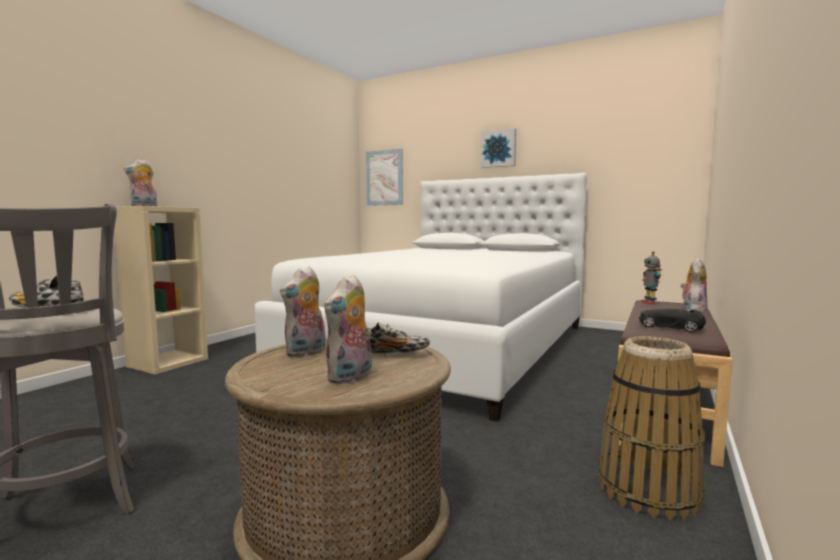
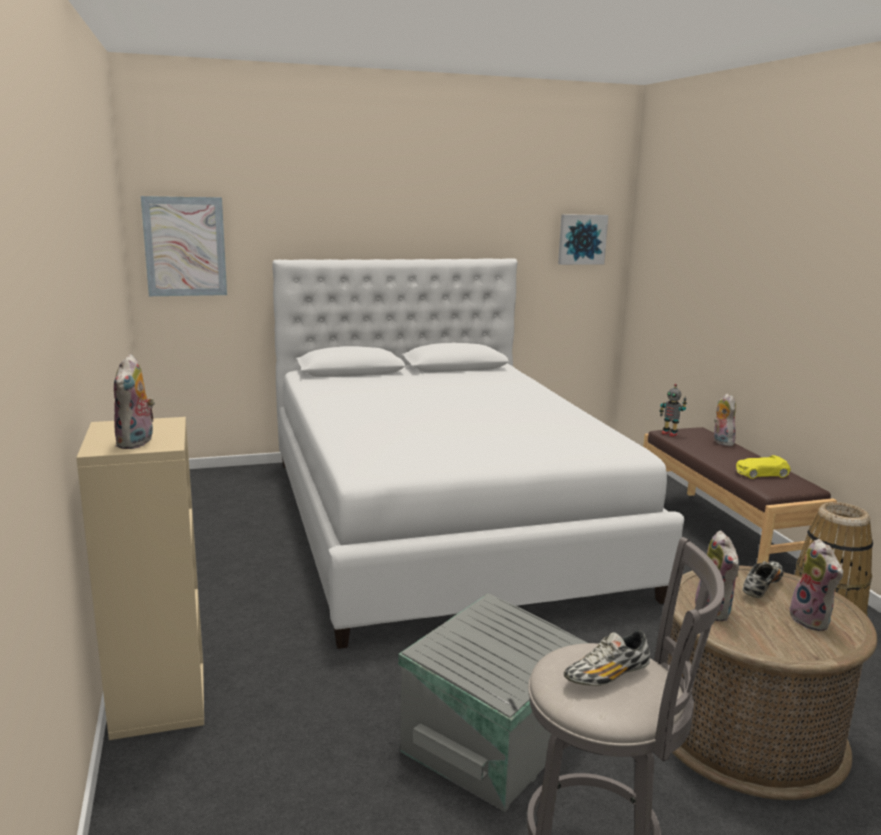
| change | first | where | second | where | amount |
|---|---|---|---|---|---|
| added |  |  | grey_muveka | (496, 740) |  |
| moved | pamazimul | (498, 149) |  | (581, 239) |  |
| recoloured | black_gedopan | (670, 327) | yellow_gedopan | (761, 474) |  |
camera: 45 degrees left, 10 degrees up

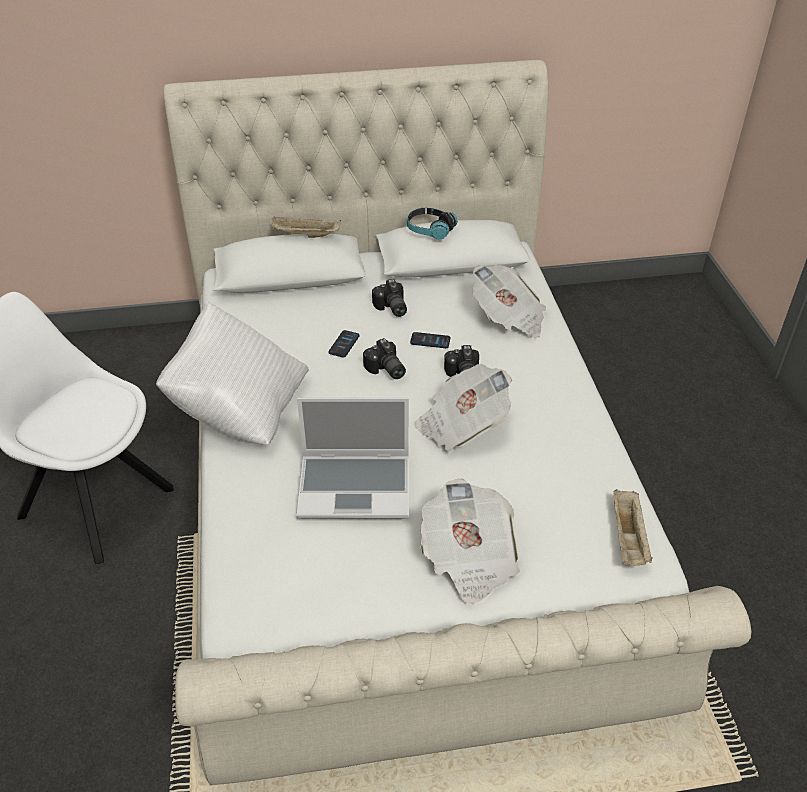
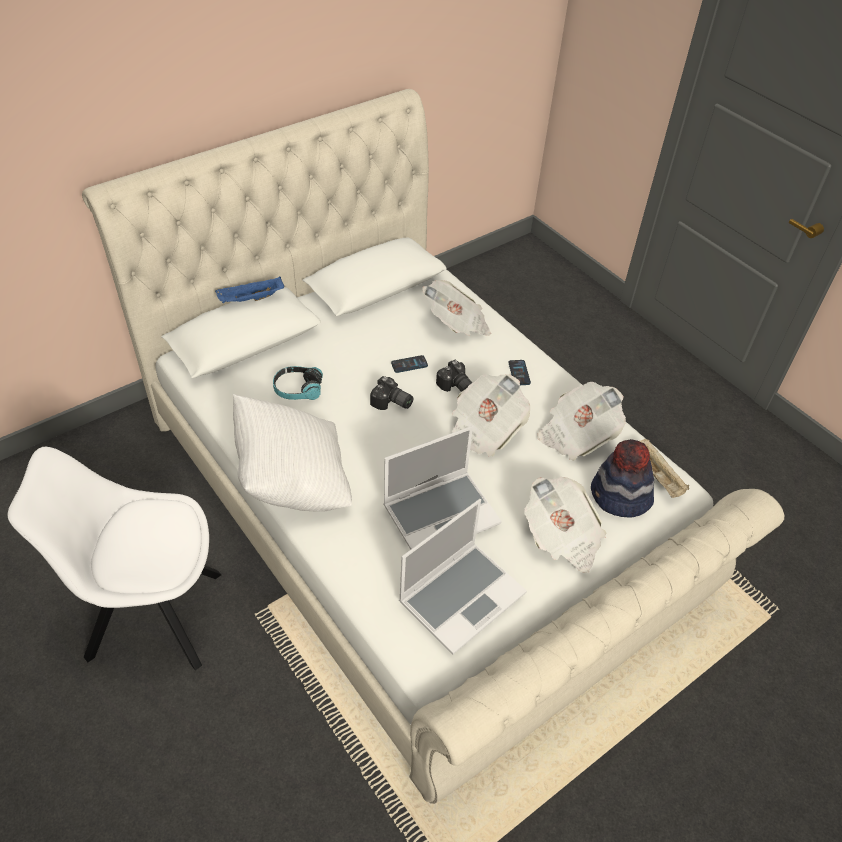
| change | first | where | second | where | amount |
|---|---|---|---|---|---|
| removed | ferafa | (391, 308) |  |  |  |
| added |  |  | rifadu | (462, 596) |  |
| added |  |  | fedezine | (576, 435) |  |
| added |  |  | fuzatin | (619, 497) |  |
| moved | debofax | (344, 344) |  | (519, 373) |  |
| moved | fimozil | (430, 230) |  | (298, 389) |  |
| recoloured | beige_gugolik | (305, 235) | blue_gugolik | (251, 299) |  |
camera: 30 degrees left, 5 degrees up

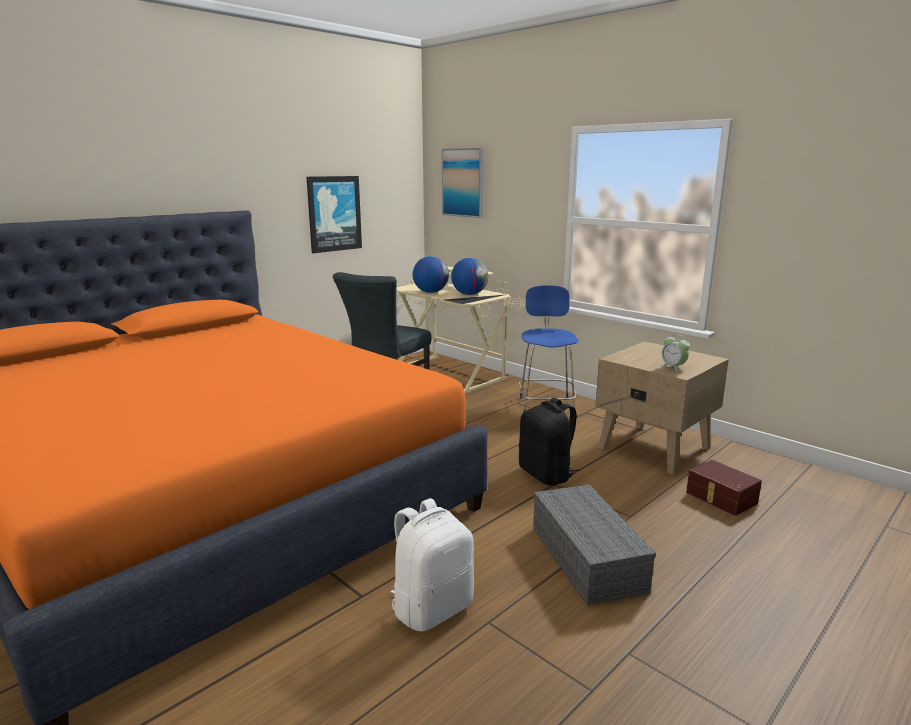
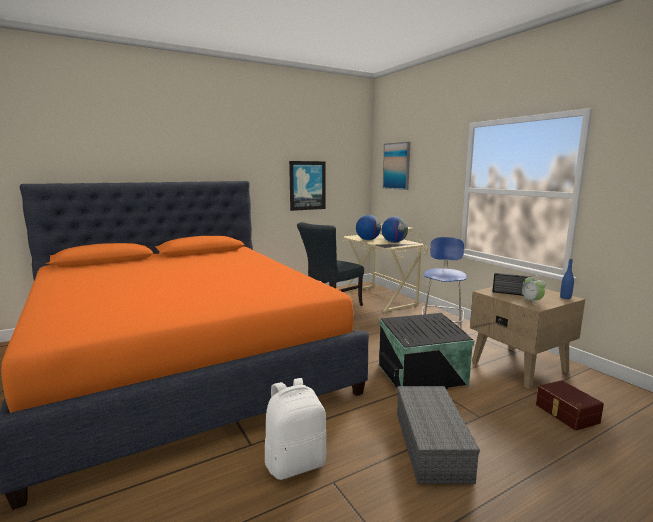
| change | first | where | second | where | amount |
|---|---|---|---|---|---|
| added |  |  | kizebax | (511, 293) |  |
| added |  |  | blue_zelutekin | (565, 297) |  |
| replaced | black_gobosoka | (546, 475) | black_muveka | (423, 376) |  |
camera: 15 degrees right, 5 degrees down

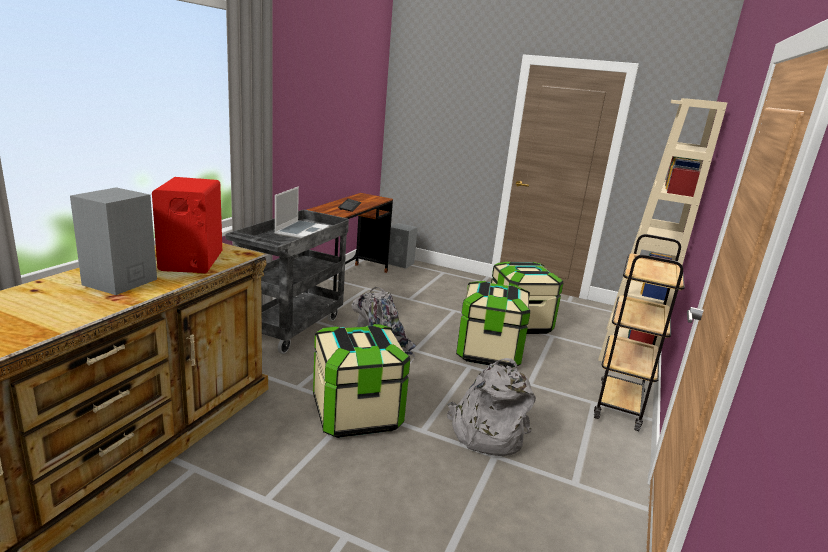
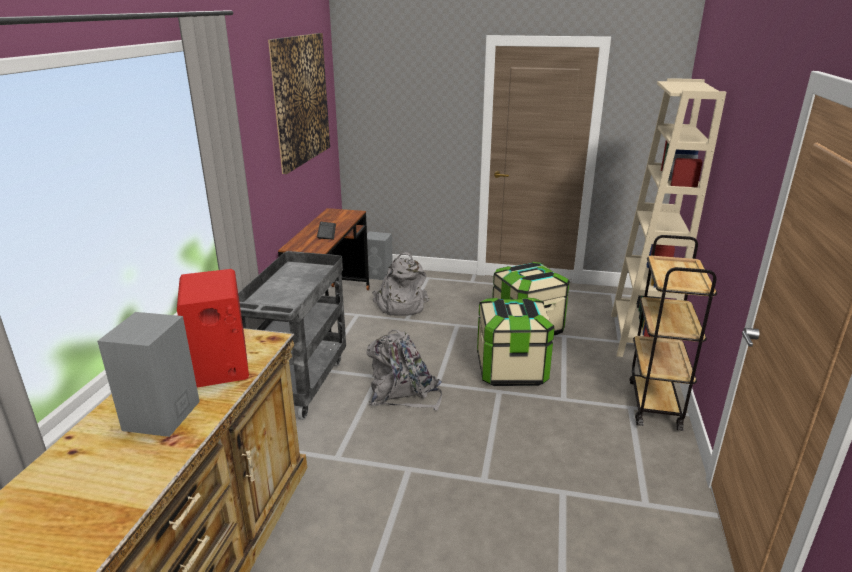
| change | first | where | second | where | amount |
|---|---|---|---|---|---|
| removed | rifadu | (301, 231) |  |  |  |
| removed | muveka | (356, 414) |  |  |  |
| added |  |  | pamazimul | (300, 100) |  |
| moved | grey_gobosoka | (486, 433) |  | (400, 306) |  |
camera: 10 degrees left, 5 degrees up

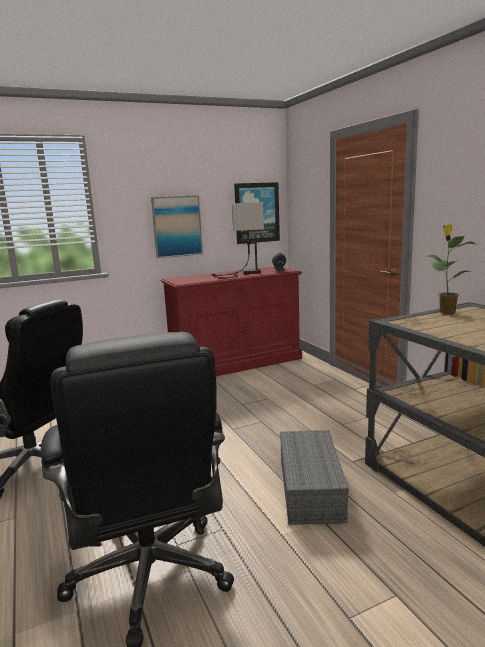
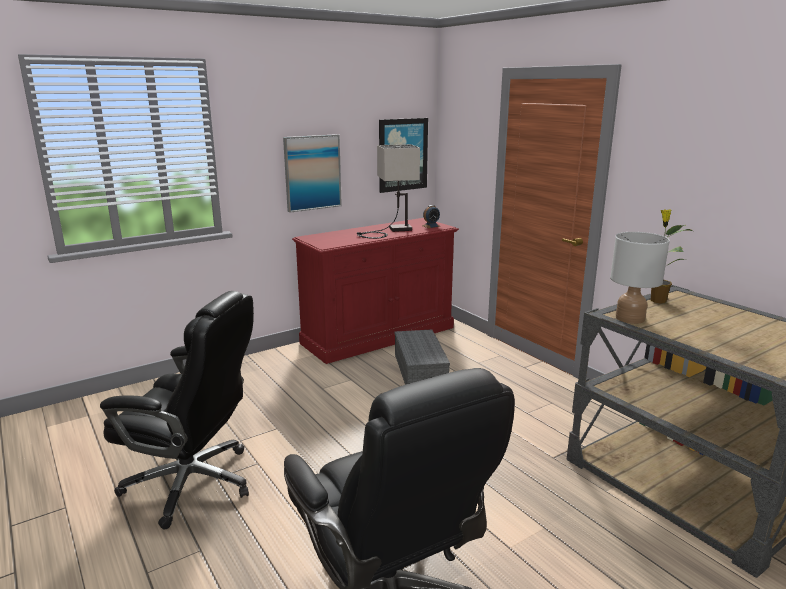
| change | first | where | second | where | amount |
|---|---|---|---|---|---|
| added |  |  | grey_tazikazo | (630, 318) |  |
| moved | grey_muveka | (312, 489) |  | (421, 371) |  |
camera: 10 degrees left, 5 degrees up

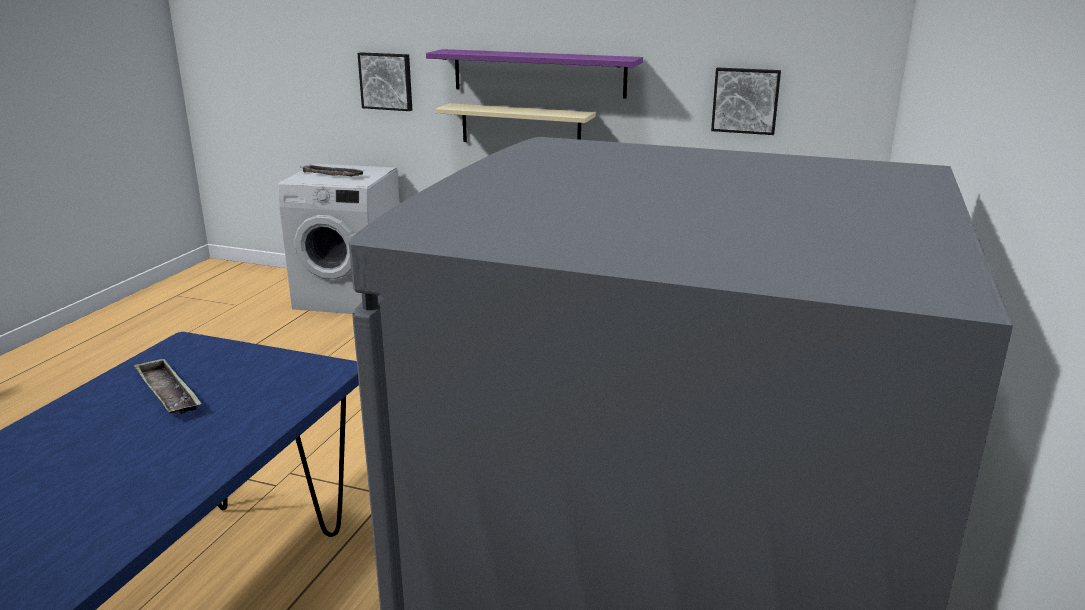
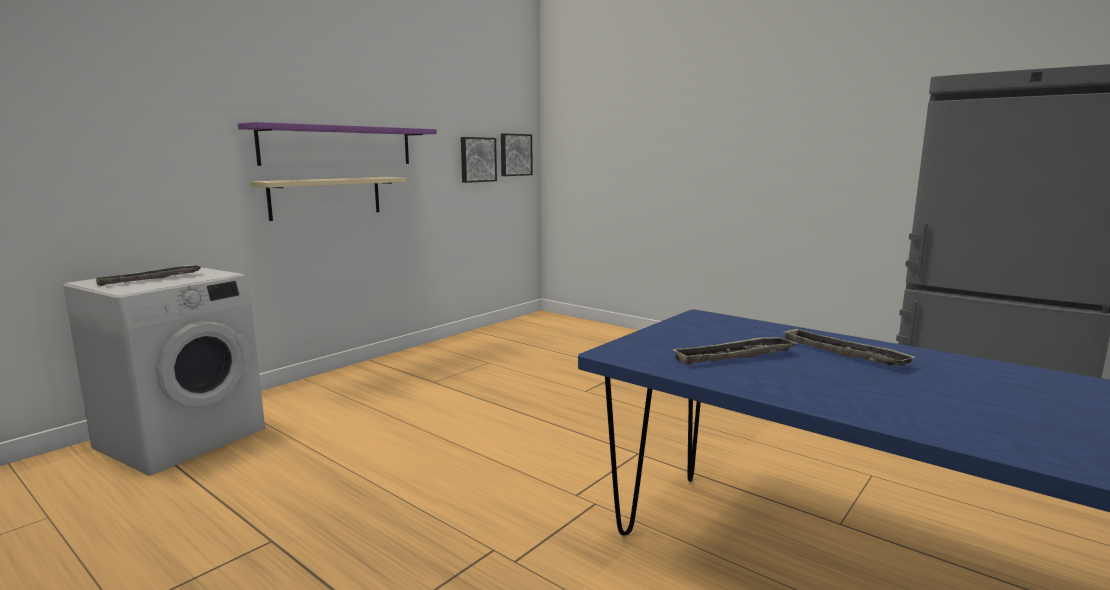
| change | first | where | second | where | amount |
|---|---|---|---|---|---|
| added |  |  | gugolik | (843, 353) |  |
| moved | pamazimul | (386, 81) |  | (515, 155) |  |
camera: 70 degrees left, 10 degrees down

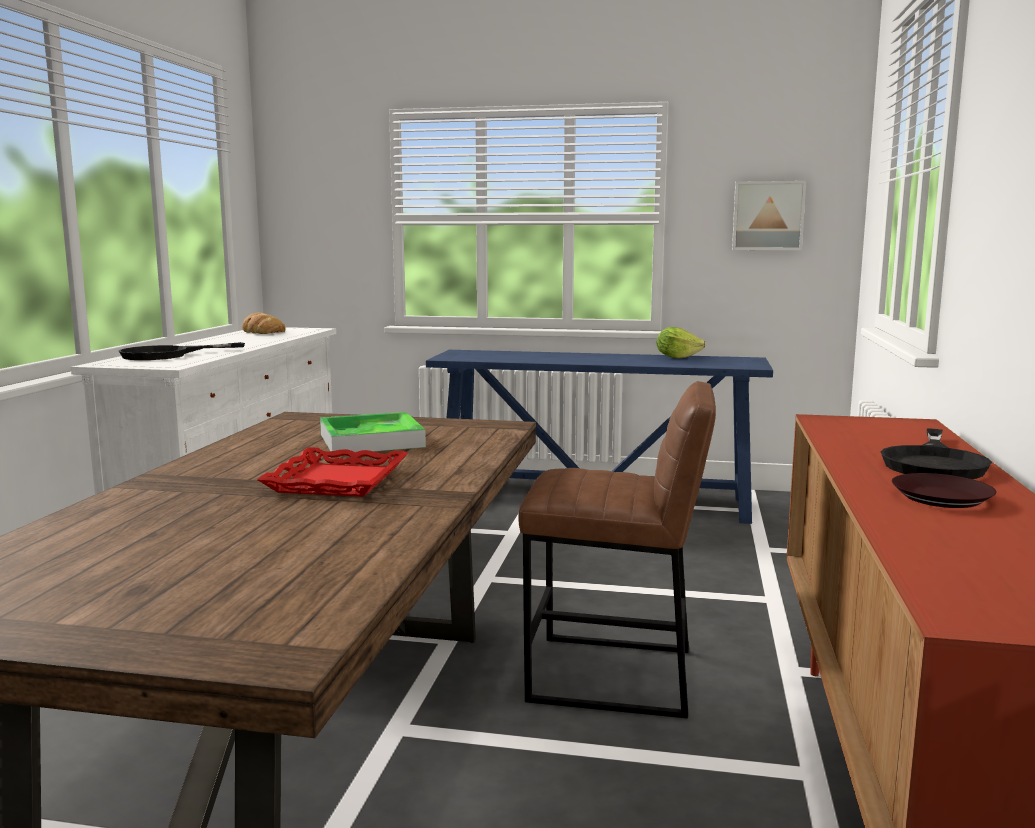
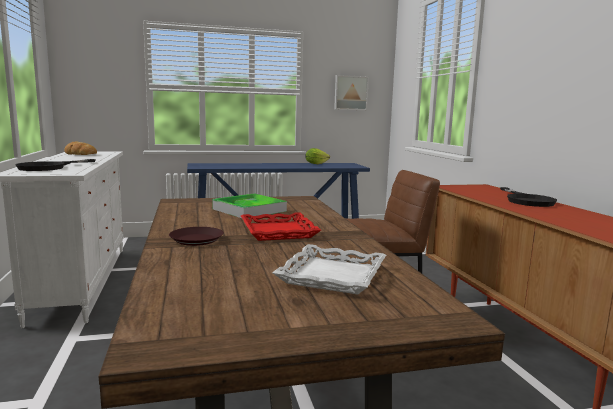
| change | first | where | second | where | amount |
|---|---|---|---|---|---|
| added |  |  | white_gugolik | (331, 275) |  |
| moved | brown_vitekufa | (941, 497) |  | (196, 240) |  |
camera: 25 degrees left, 0 degrees up

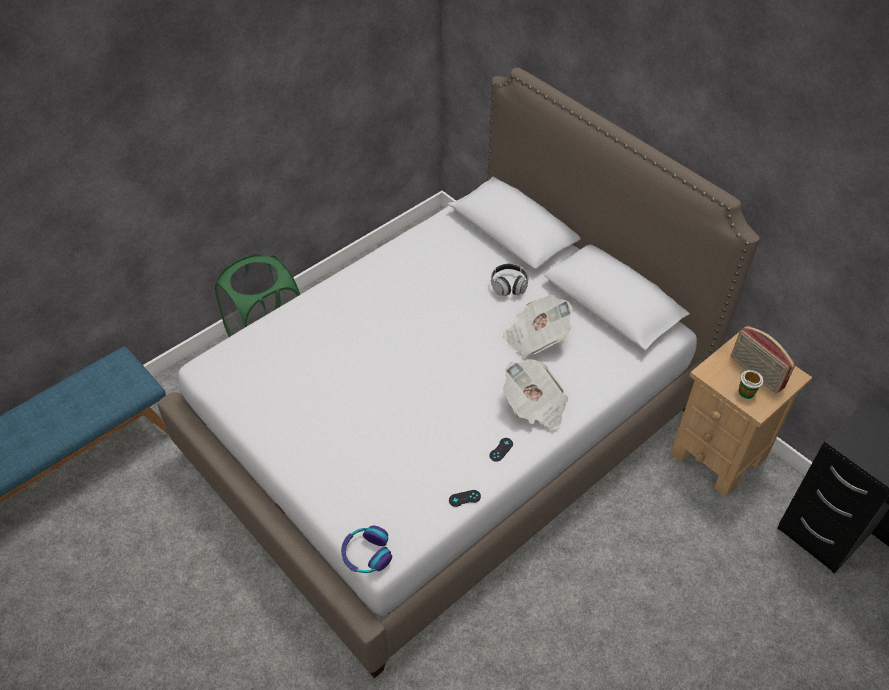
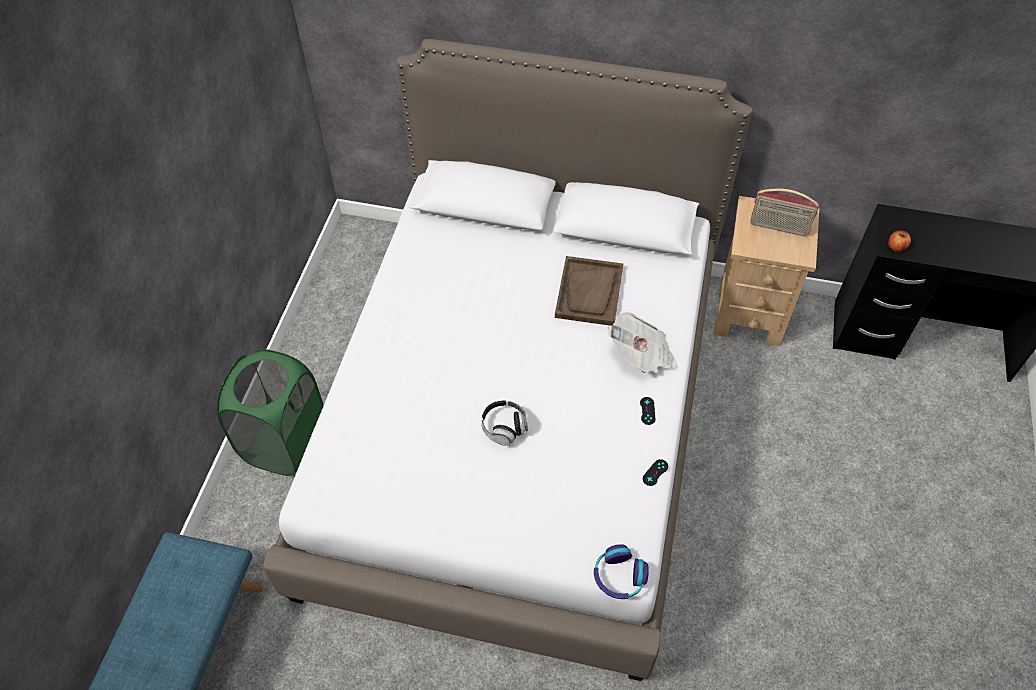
| change | first | where | second | where | amount |
|---|---|---|---|---|---|
| removed | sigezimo | (746, 392) |  |  |  |
| added |  |  | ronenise | (896, 247) |  |
| moved | fimozil | (509, 286) |  | (504, 427) |  |
| replaced | fedezine | (536, 337) | brown_gugolik | (589, 292) |  |
camera: 35 degrees left, 5 degrees up

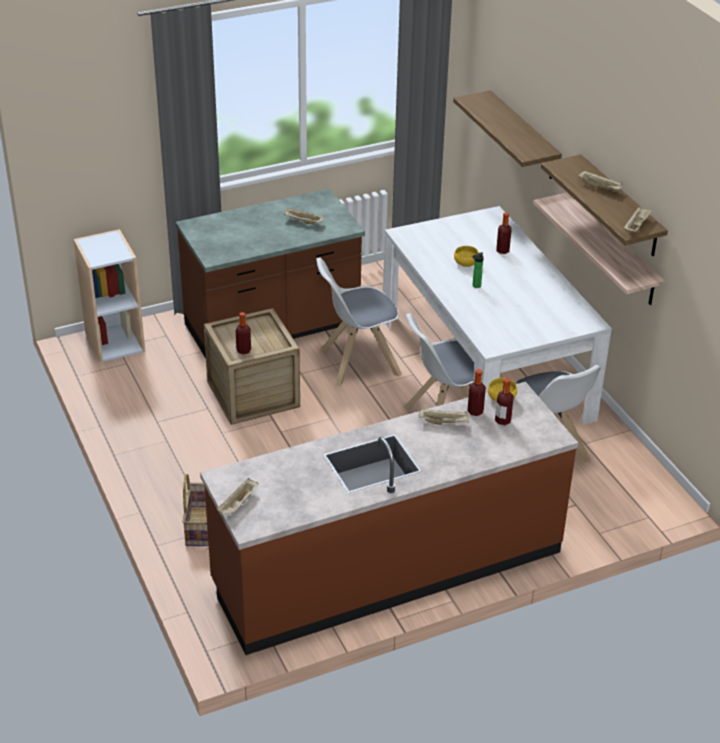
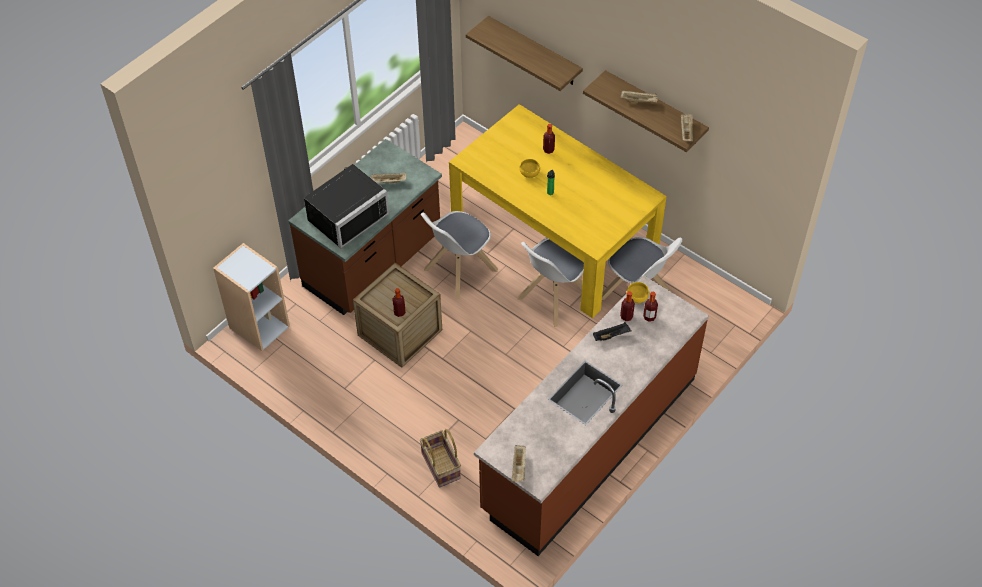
| change | first | where | second | where | amount |
|---|---|---|---|---|---|
| removed | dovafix | (612, 249) |  |  |  |
| added |  |  | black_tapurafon | (345, 215) |  |
| recoloured | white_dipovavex | (484, 367) | yellow_dipovavex | (553, 238) |  |
| recoloured | beige_gugolik | (444, 422) | black_gugolik | (611, 335) |  |
camera: 25 degrees left, 15 degrees up

